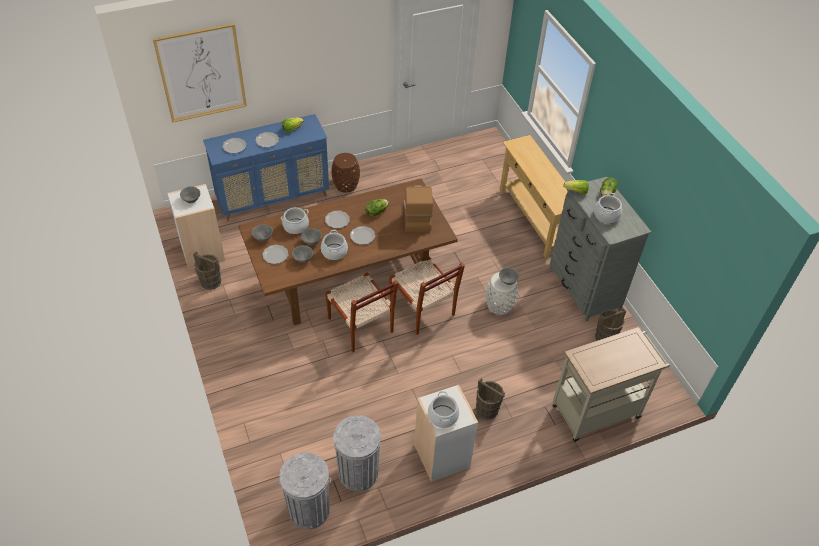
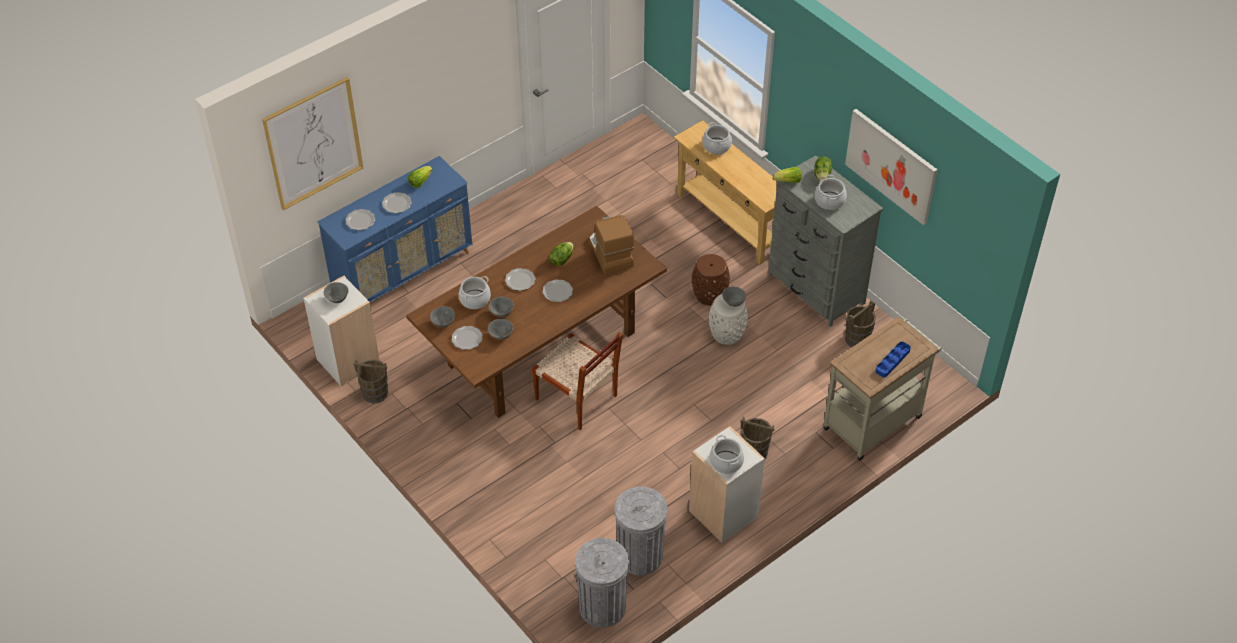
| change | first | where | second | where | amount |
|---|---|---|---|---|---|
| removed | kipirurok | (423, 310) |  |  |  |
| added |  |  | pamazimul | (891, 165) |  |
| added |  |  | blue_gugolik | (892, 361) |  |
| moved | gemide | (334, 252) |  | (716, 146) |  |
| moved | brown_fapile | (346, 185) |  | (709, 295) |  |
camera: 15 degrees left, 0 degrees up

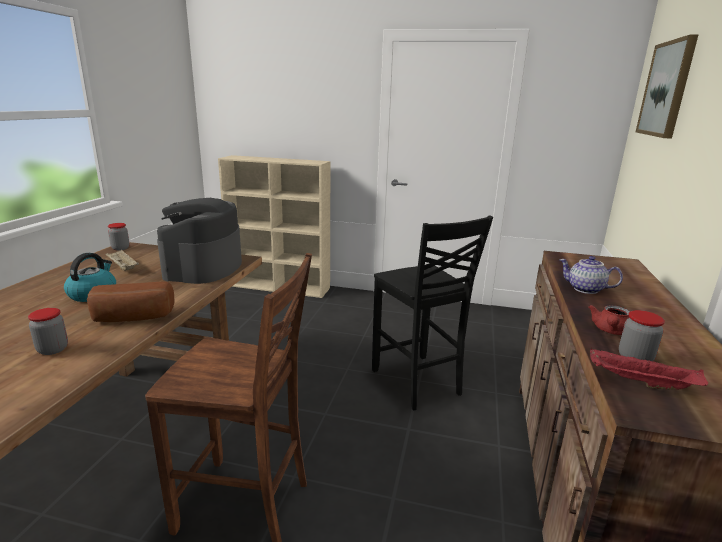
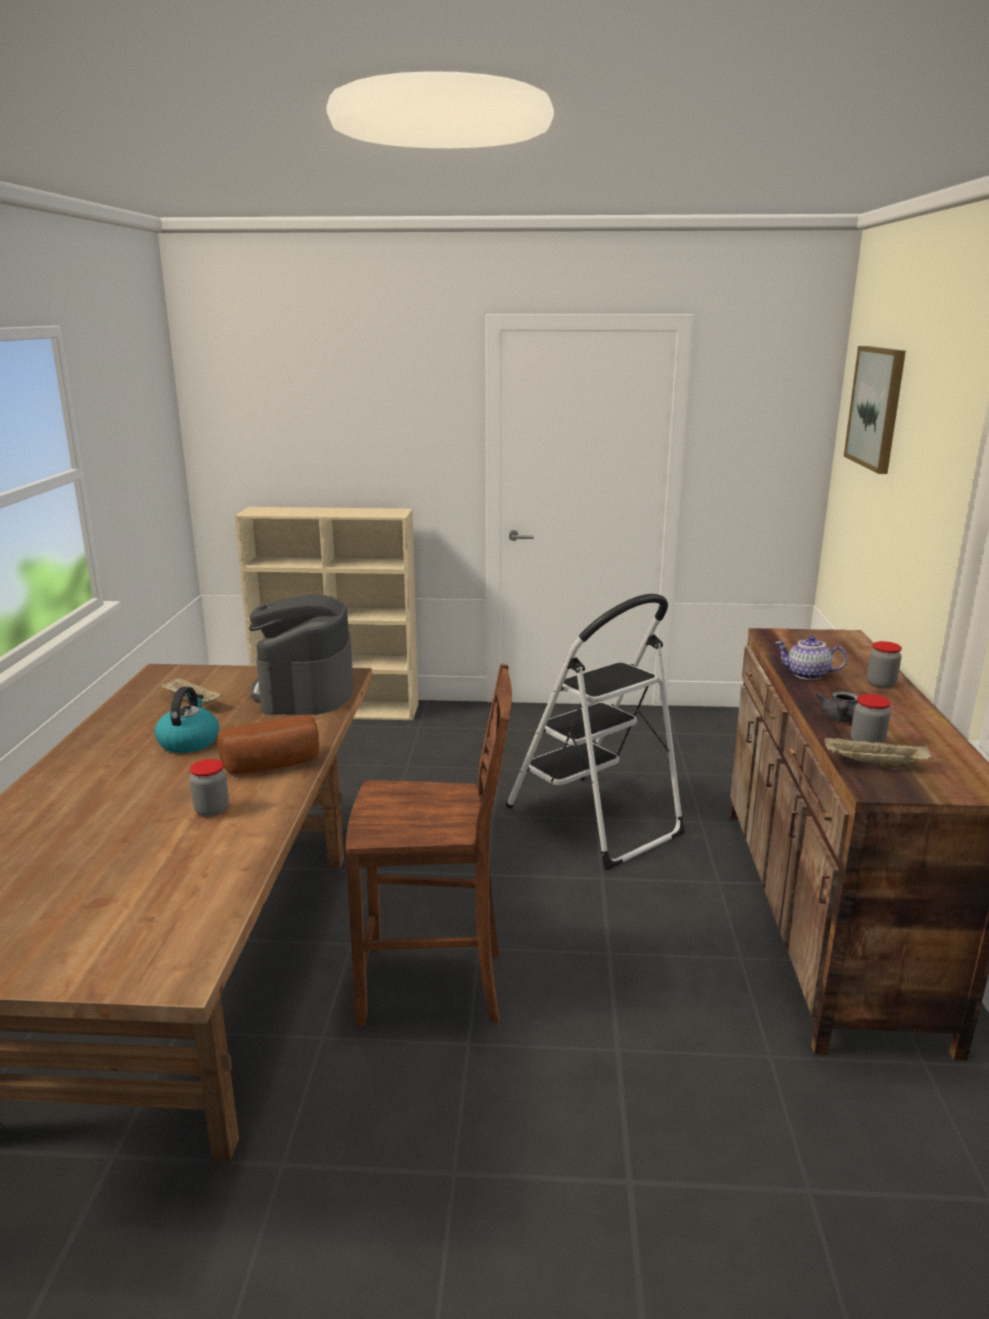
| change | first | where | second | where | amount |
|---|---|---|---|---|---|
| moved | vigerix | (120, 248) |  | (881, 684) |  |
| replaced | black_kipirurok | (417, 383) | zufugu | (595, 822) |  |
| recoloured | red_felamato | (610, 331) | grey_felamato | (840, 719) |  |
| recoloured | red_gugolik | (640, 383) | beige_gugolik | (873, 765) |  |
camera: 10 degrees left, 0 degrees up

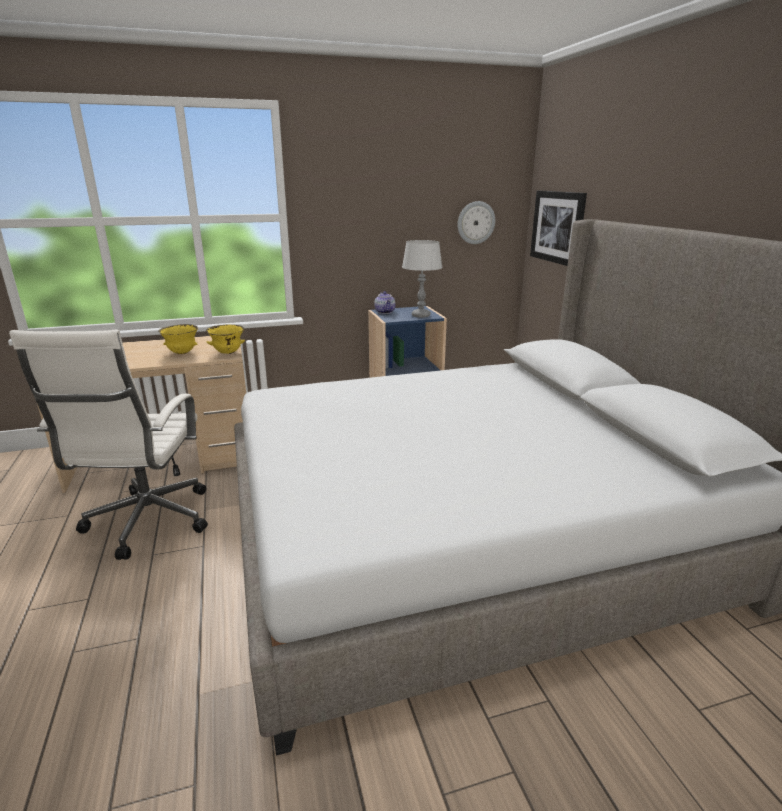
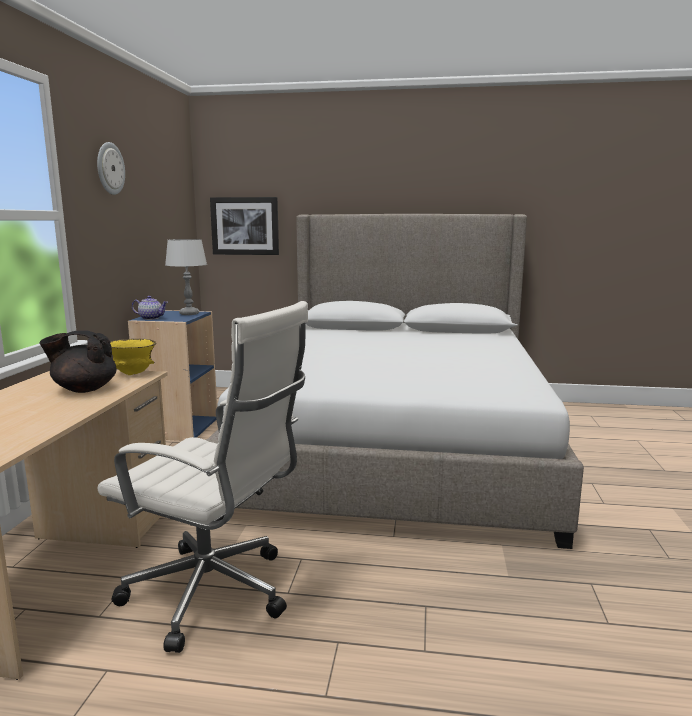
| change | first | where | second | where | amount |
|---|---|---|---|---|---|
| moved | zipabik | (475, 222) |  | (109, 168) |  |
| replaced | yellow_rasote | (182, 353) | black_felamato | (84, 389) |  |
camera: 65 degrees left, 10 degrees down

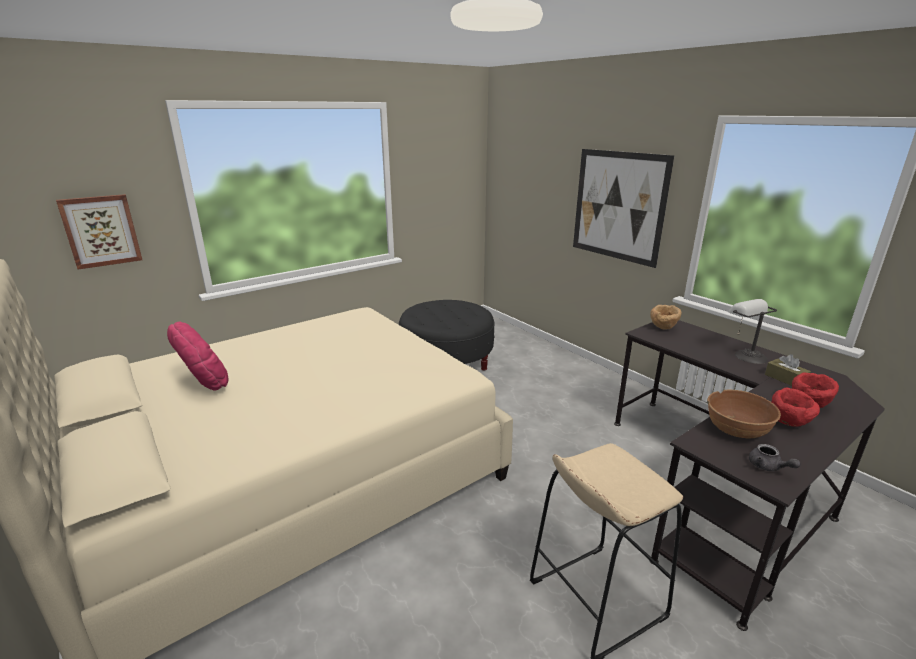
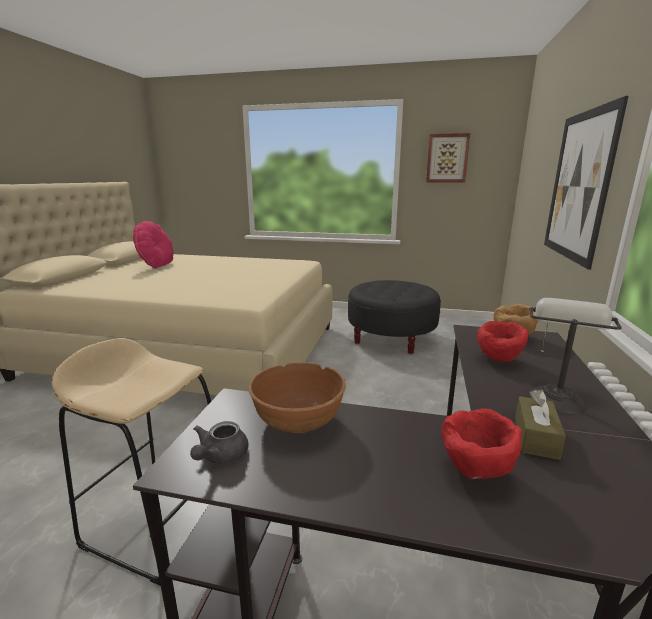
| change | first | where | second | where | amount |
|---|---|---|---|---|---|
| moved | pamazimul | (101, 231) |  | (447, 158) |  |
| moved | red_rasote | (789, 423) |  | (498, 359) |  |
camera: 50 degrees right, 5 degrees down

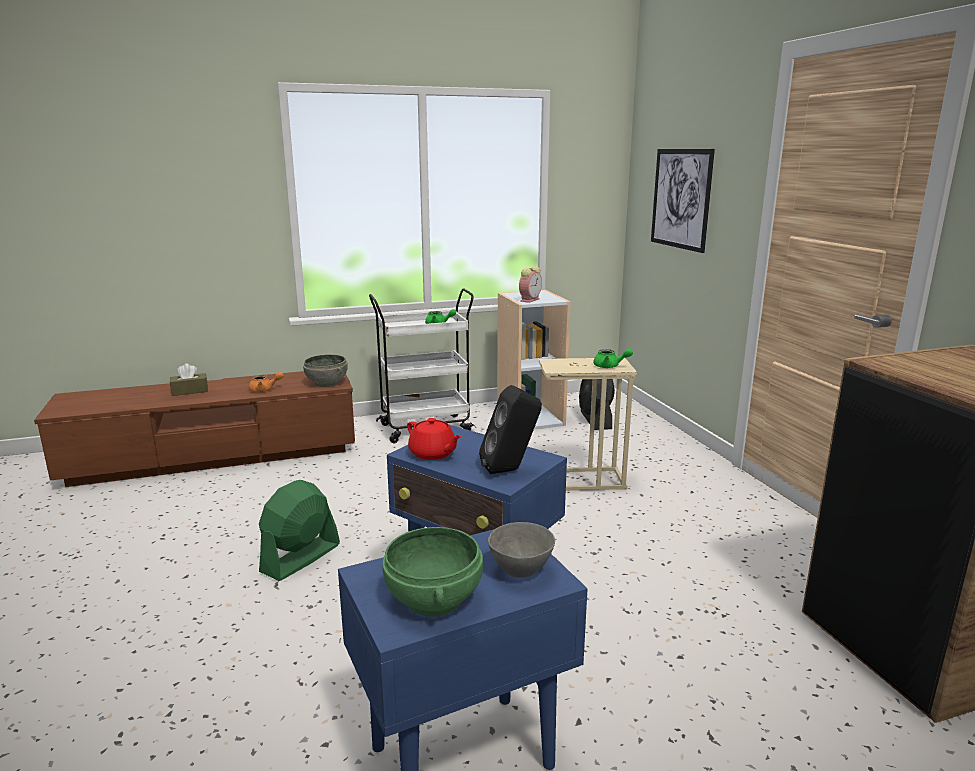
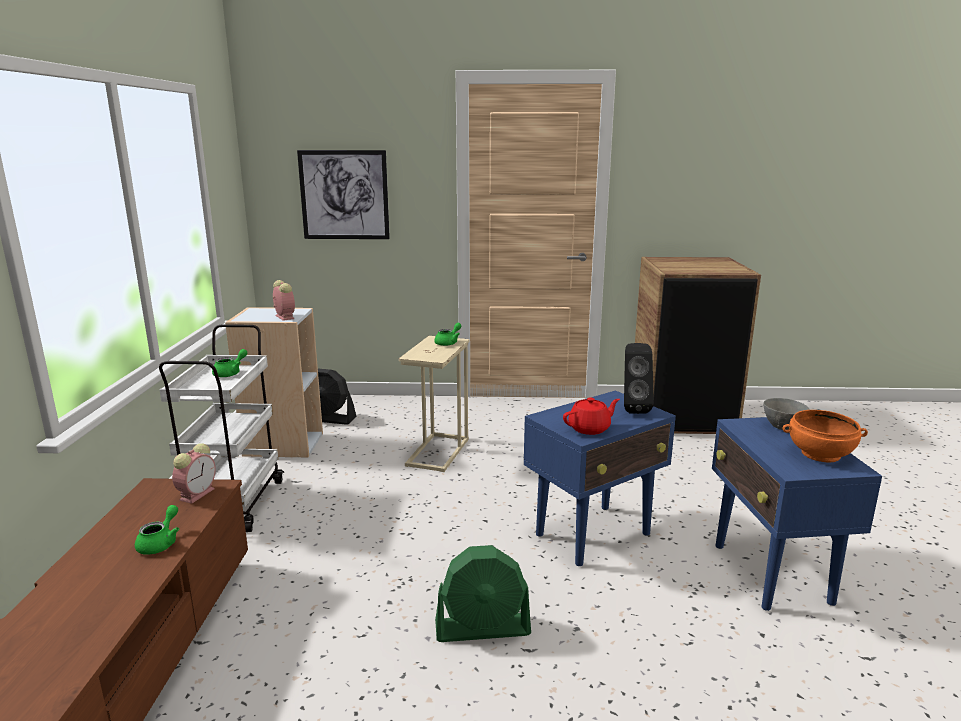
| change | first | where | second | where | amount |
|---|---|---|---|---|---|
| removed | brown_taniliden | (190, 391) |  |  |  |
| replaced | grey_rasote | (327, 383) | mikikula | (198, 493) |  |
| recoloured | orange_felamato | (264, 390) | green_felamato | (160, 543) |  |
| recoloured | green_rasote | (435, 599) | orange_rasote | (820, 454) |  |
| turned | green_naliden | (300, 558) |  | (483, 628) | 60 degrees counterclockwise |
camera: 70 degrees left, 0 degrees up

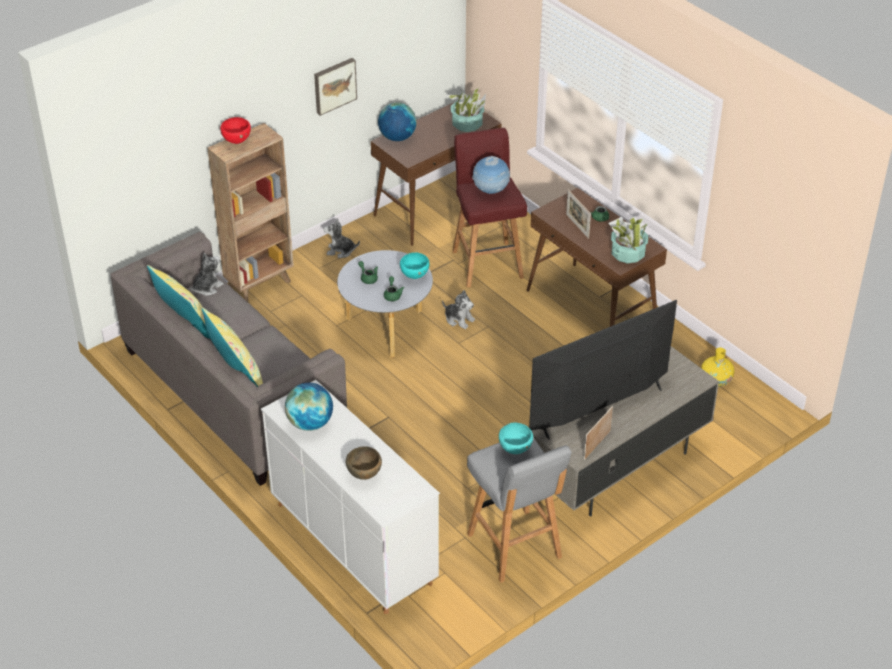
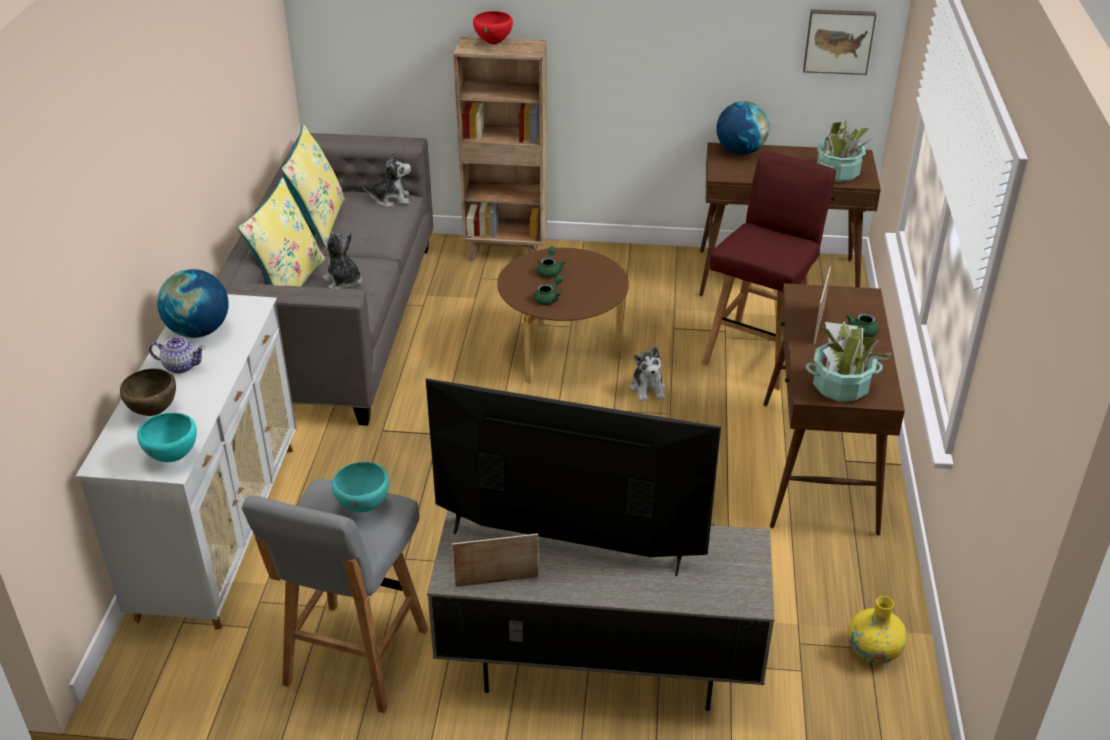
| change | first | where | second | where | amount |
|---|---|---|---|---|---|
| removed | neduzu | (490, 191) |  |  |  |
| added |  |  | felamato | (181, 366) |  |
| moved | pamazimul | (334, 85) |  | (838, 40) |  |
| moved | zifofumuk | (340, 251) |  | (343, 282) |  |
| moved | turquoise_rasote | (414, 276) |  | (173, 457) |  |
| recoloured | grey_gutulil | (386, 328) | brown_gutulil | (562, 353) |  |
camera: 45 degrees right, 5 degrees down

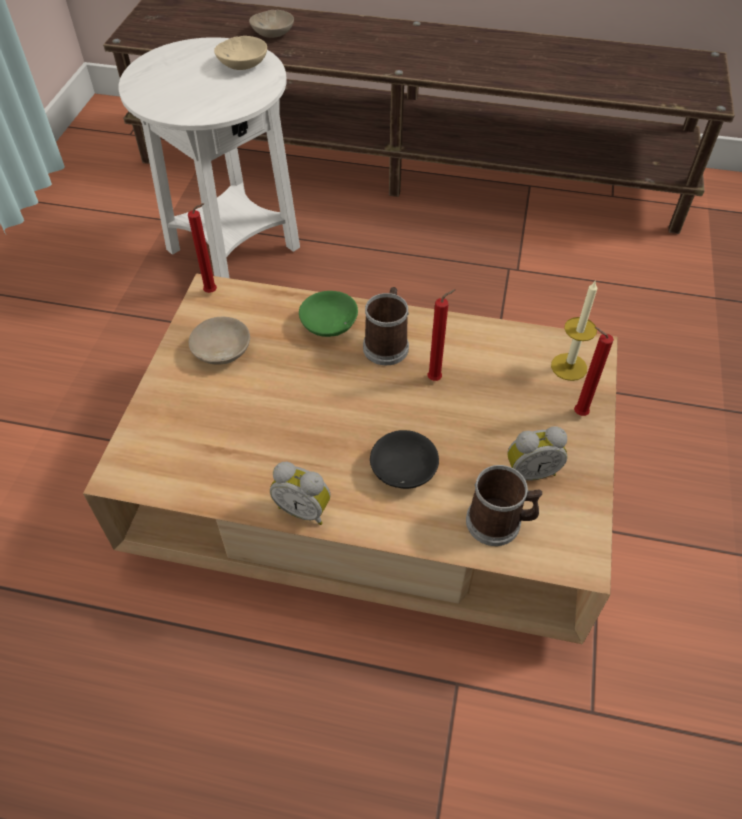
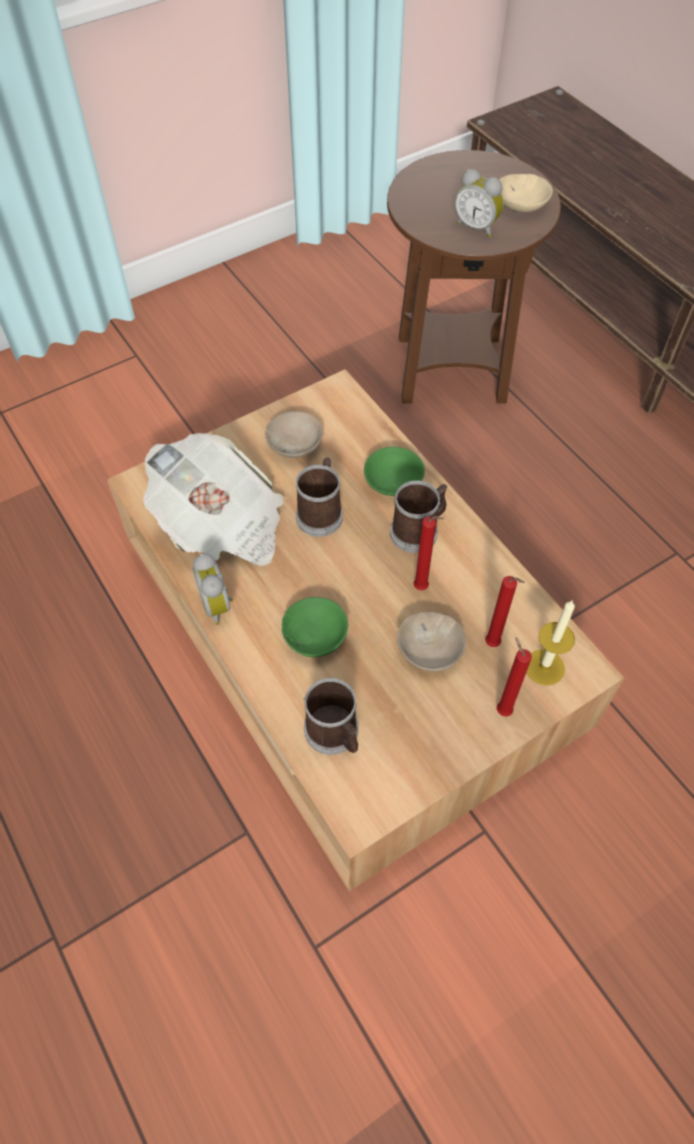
| change | first | where | second | where | amount |
|---|---|---|---|---|---|
| added |  |  | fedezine | (222, 524) |  |
| added |  |  | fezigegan | (321, 513) |  |
| moved | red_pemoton | (213, 292) |  | (494, 645) |  |
| moved | beige_rasote | (273, 34) |  | (428, 651) |  |
| moved | mikikula | (530, 471) |  | (477, 227) |  |
| recoloured | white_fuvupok | (233, 249) | brown_fuvupok | (451, 369) |  |
| recoloured | black_rasote | (405, 468) | green_rasote | (317, 636) |  |
camera: 45 degrees right, 5 degrees up

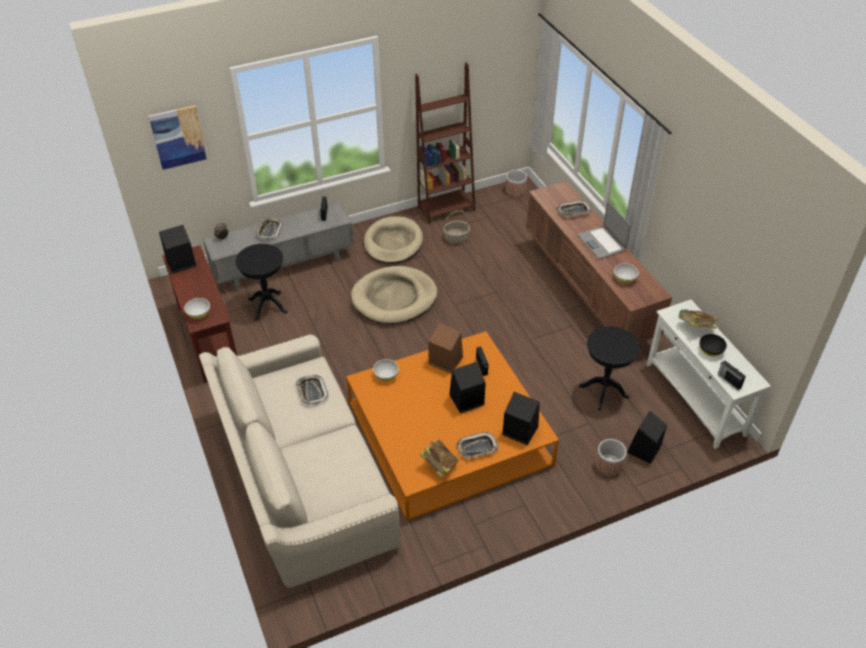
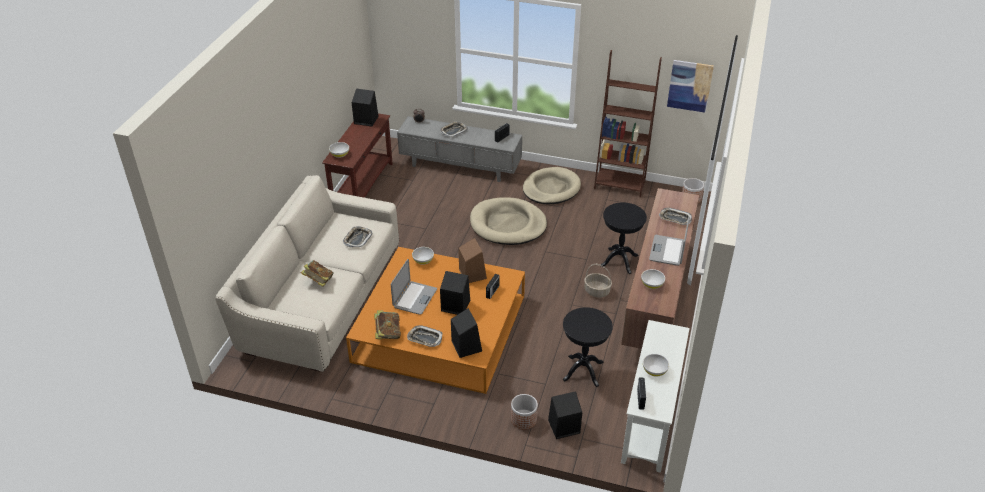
| change | first | where | second | where | amount |
|---|---|---|---|---|---|
| added |  |  | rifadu | (414, 298) |  |
| moved | pamazimul | (178, 137) |  | (690, 86) |  |
| moved | black_fuvupok | (268, 305) |  | (619, 260) |  |
| moved | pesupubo | (456, 238) |  | (597, 291) |  |
| moved | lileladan | (695, 328) |  | (318, 281) |  |
| recoloured | black_rasote | (710, 350) | white_rasote | (654, 370) |  |
camera: 40 degrees right, 5 degrees down

